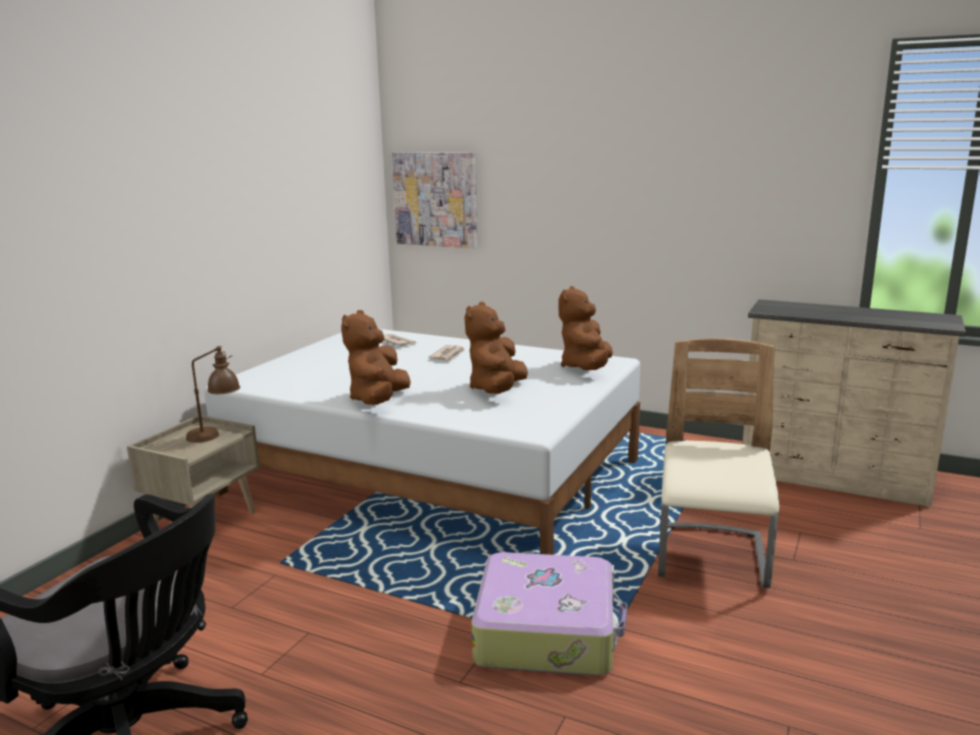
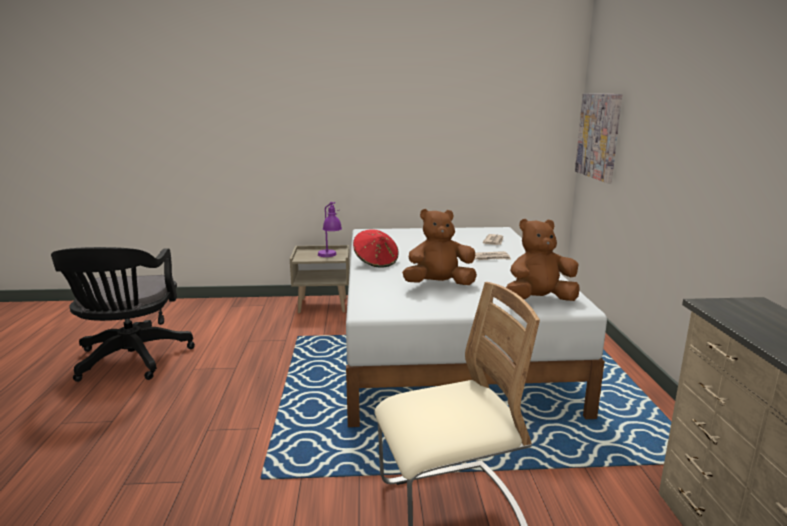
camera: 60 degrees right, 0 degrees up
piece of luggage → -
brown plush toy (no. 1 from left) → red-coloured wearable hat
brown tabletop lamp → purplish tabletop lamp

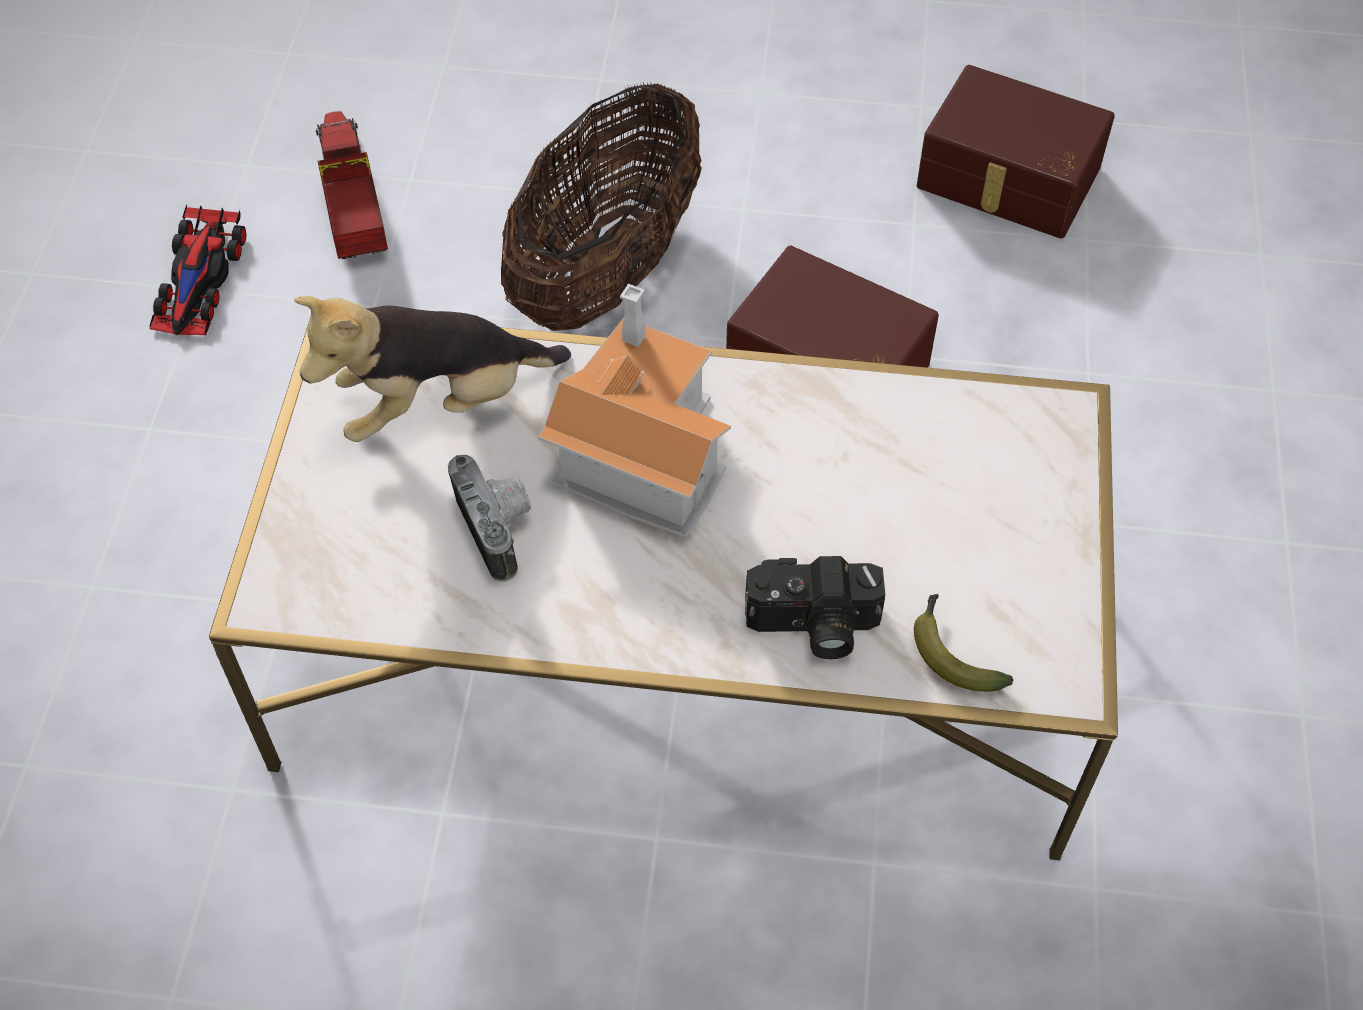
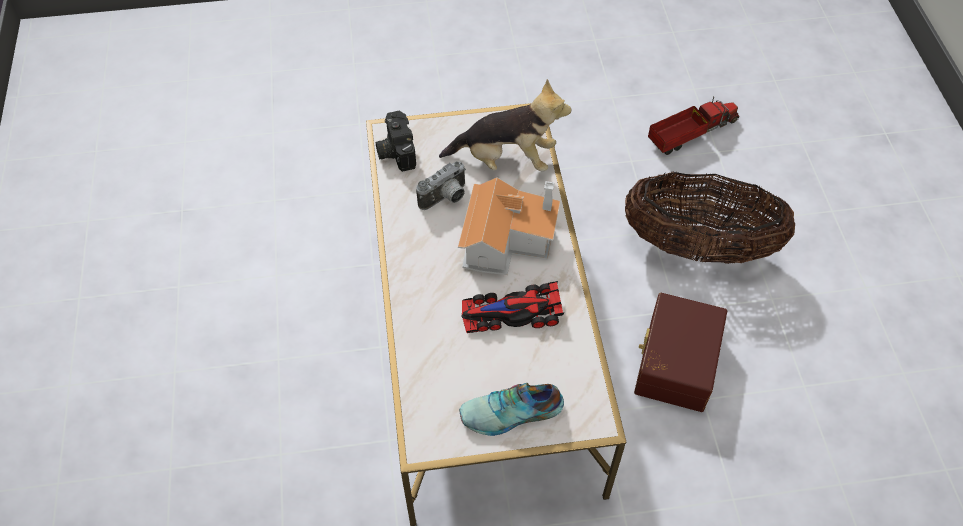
camera: 75 degrees right, 0 degrees up
banana → -
brown storage bin (no. 2 from left) → -
- → low shoe
model car, relocated
still camera (no. 2 from left in the first image) → still camera (no. 1 from left), relocated
plush toy, 135 degrees clockwise

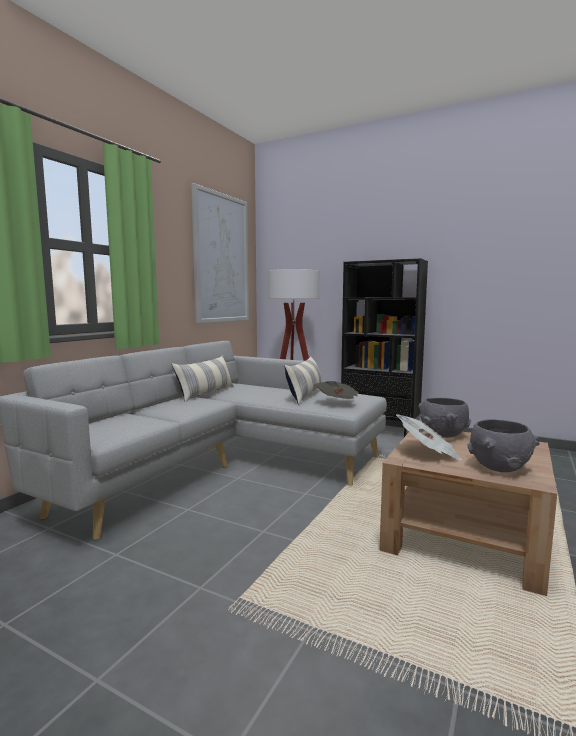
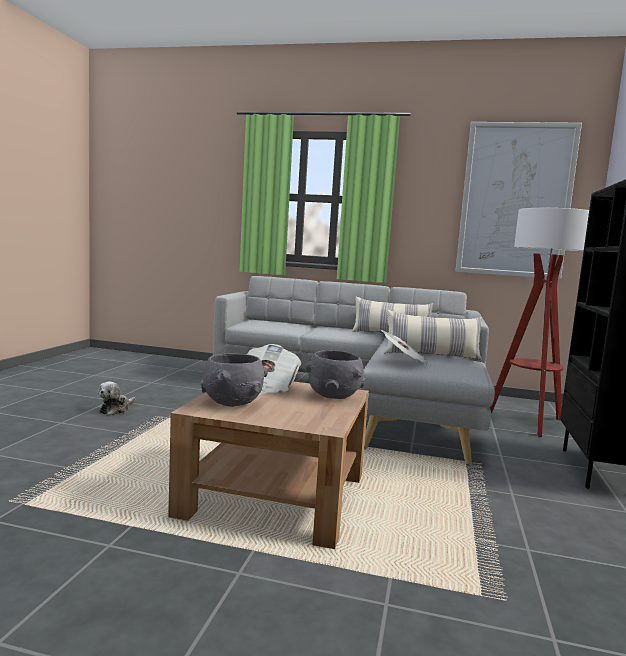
camera: 75 degrees right, 0 degrees up
- → plush toy

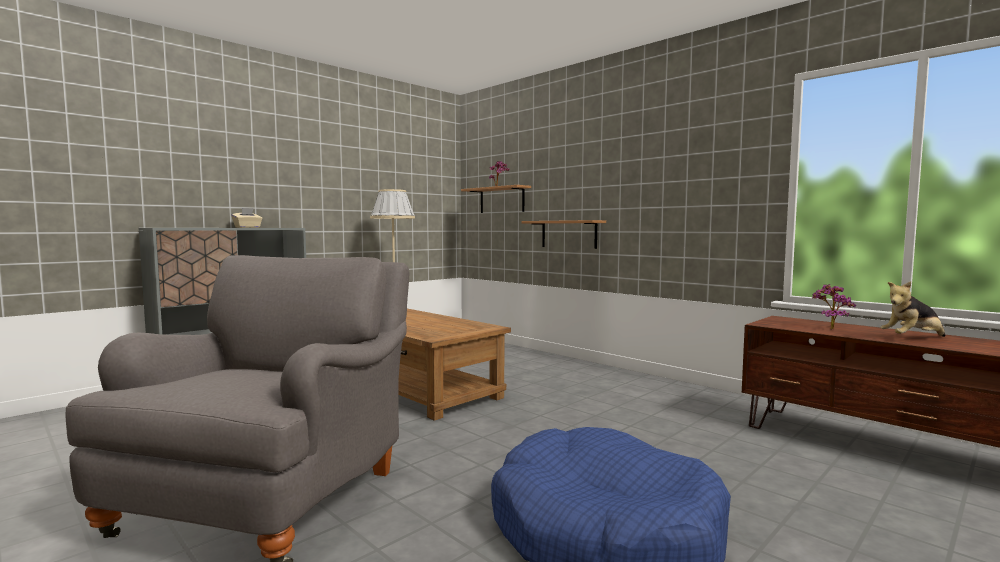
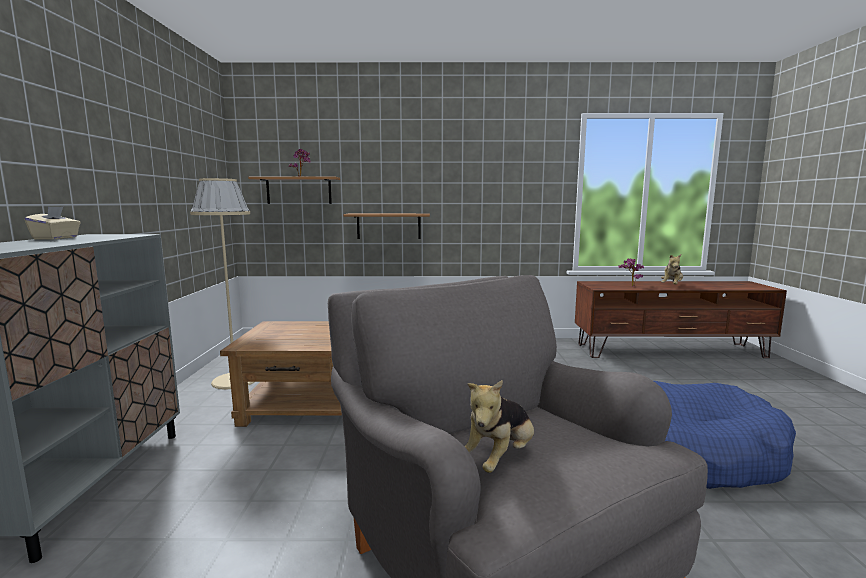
camera: 45 degrees left, 5 degrees up
- → plush toy (no. 1 from left)

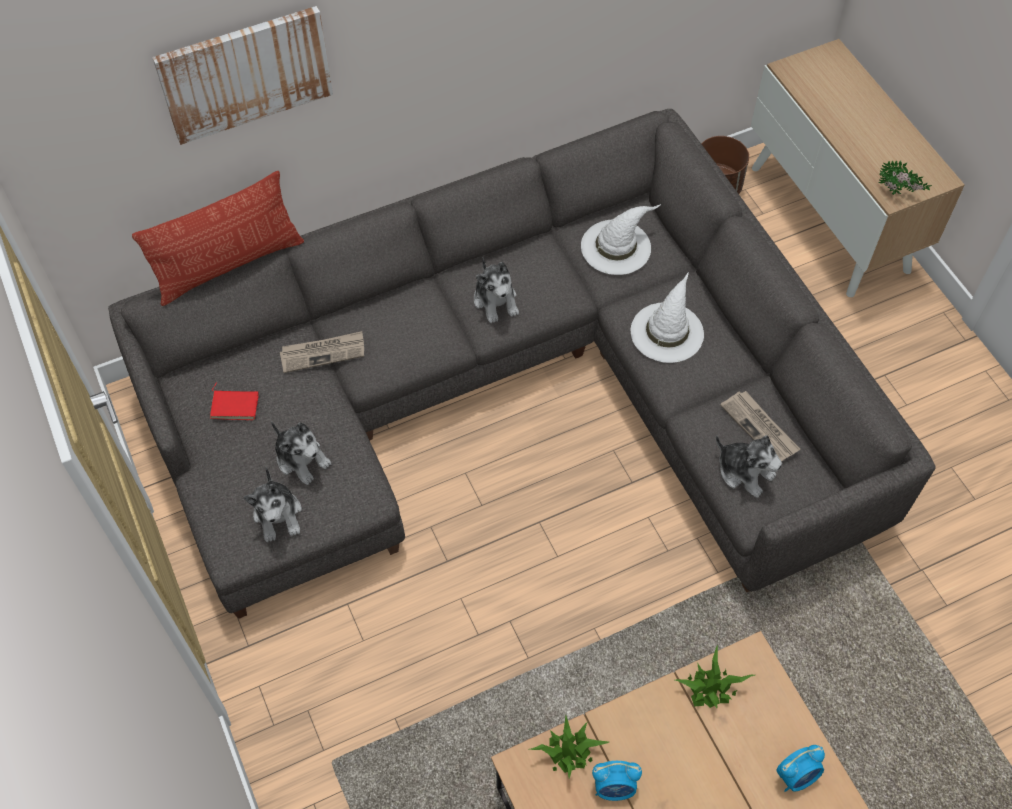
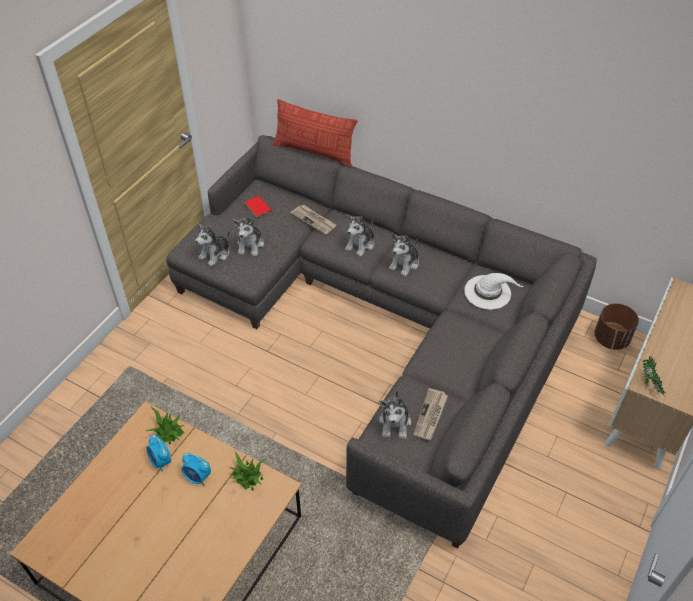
camera: 55 degrees right, 10 degrees down
wall picture → -
white-coloured wearable hat (no. 2 from left) → -
- → plush toy (no. 3 from left)
bedside clock (no. 2 from left), relocated

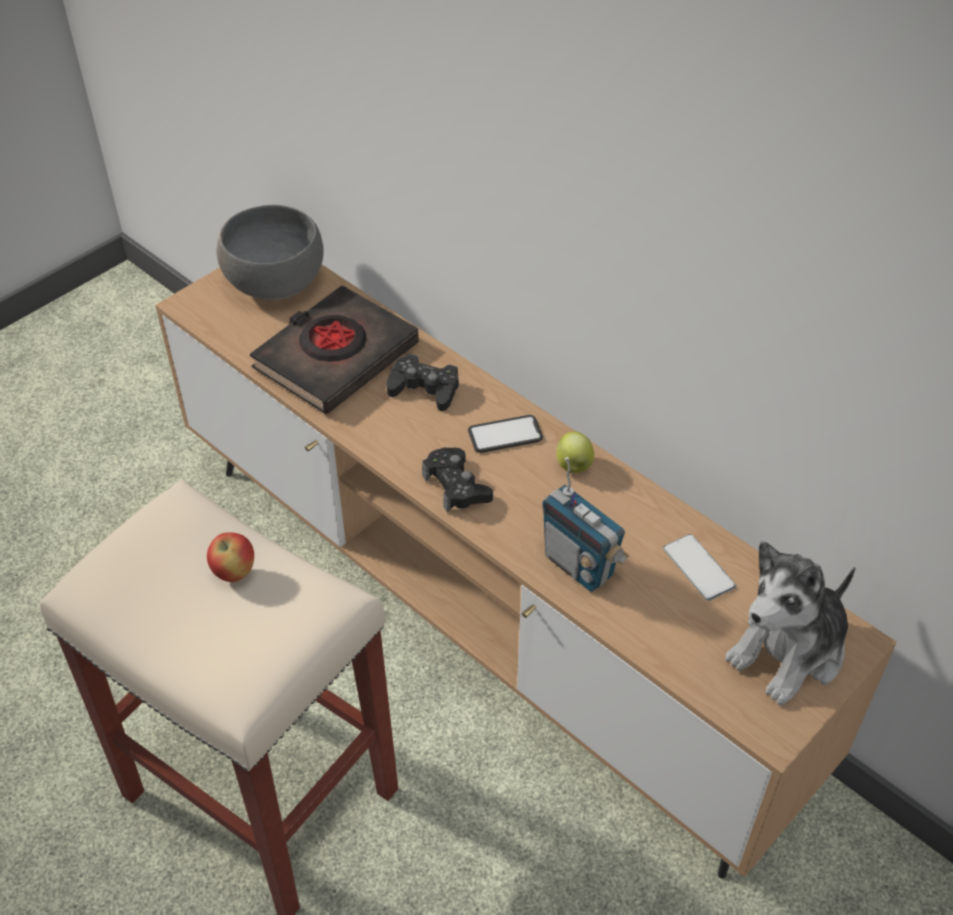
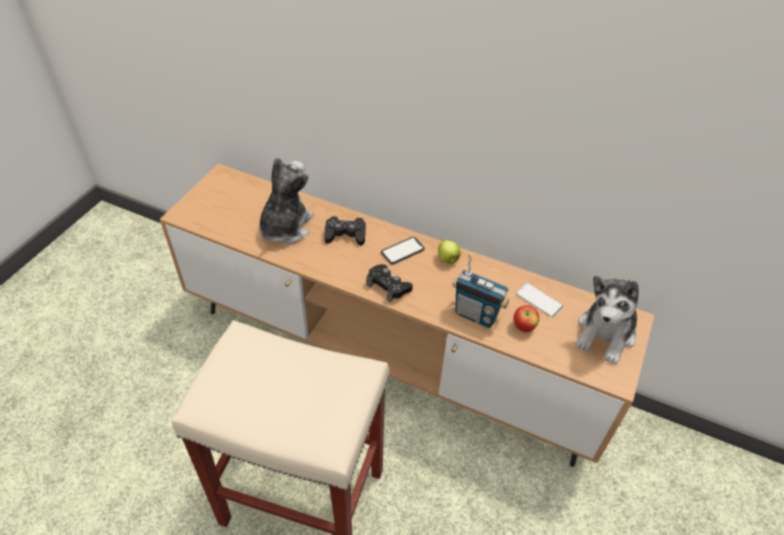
camera: 20 degrees left, 0 degrees up
gray bowl → -
whole apple (no. 1 from left in the first image) → whole apple (no. 2 from left), relocated
black-coloured book → plush toy (no. 1 from left)

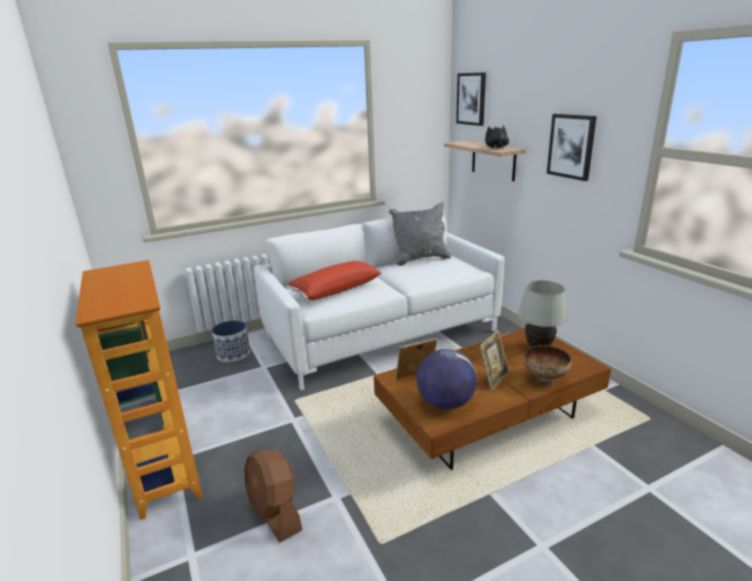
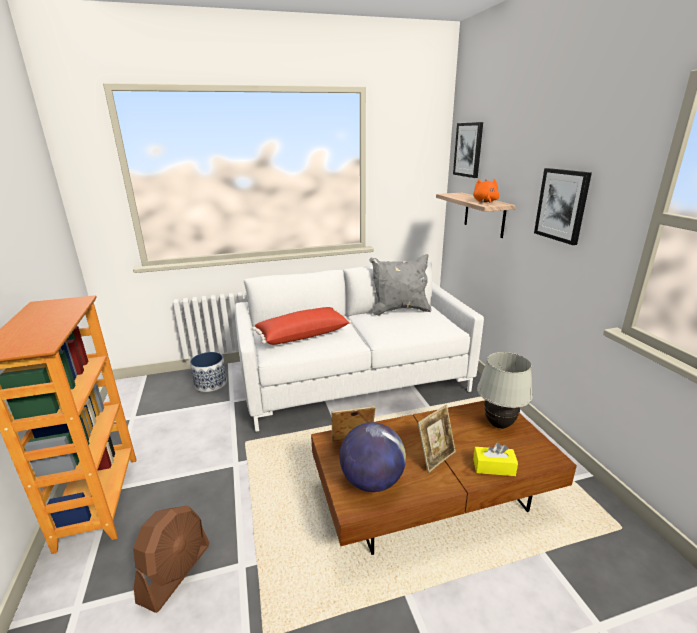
camera: 10 degrees right, 0 degrees up
bowl → yellow tissue box
black-coloured plush toy → orange-coloured plush toy
brown cooling fan, 135 degrees counterclockwise

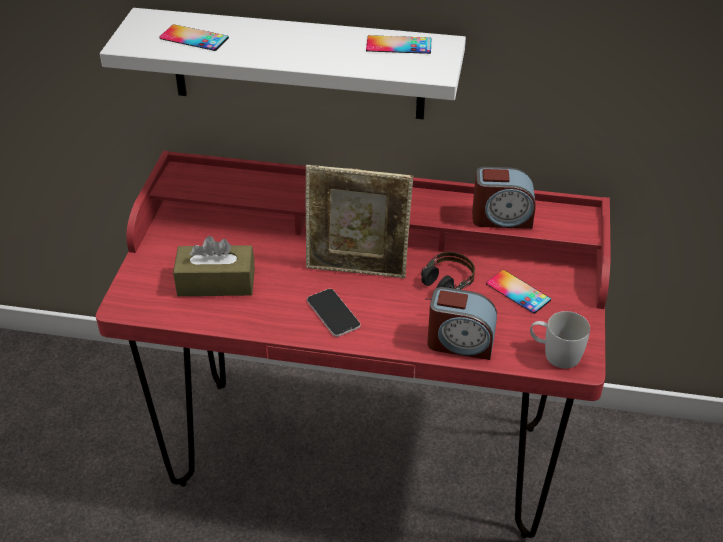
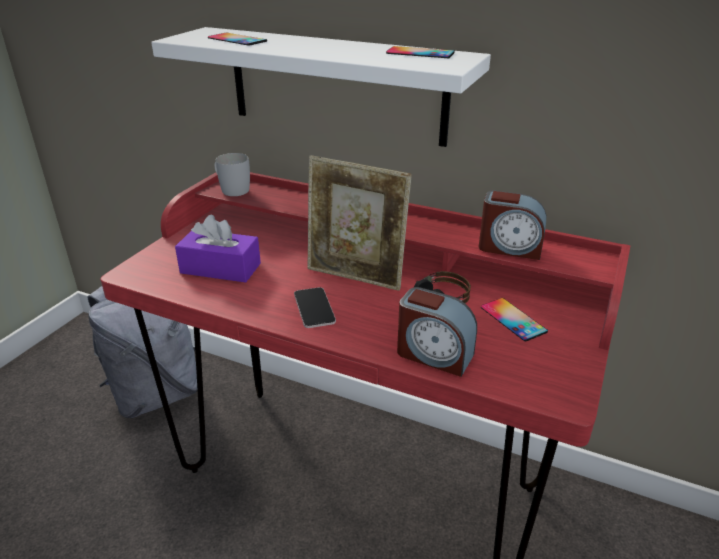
camera: 15 degrees right, 10 degrees down
- → gray rucksack
white-coloured coffee mug, relocated
brown tissue box → purplish tissue box

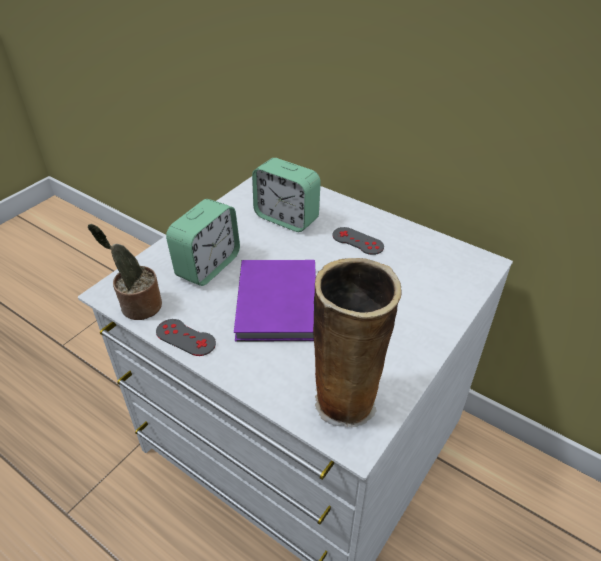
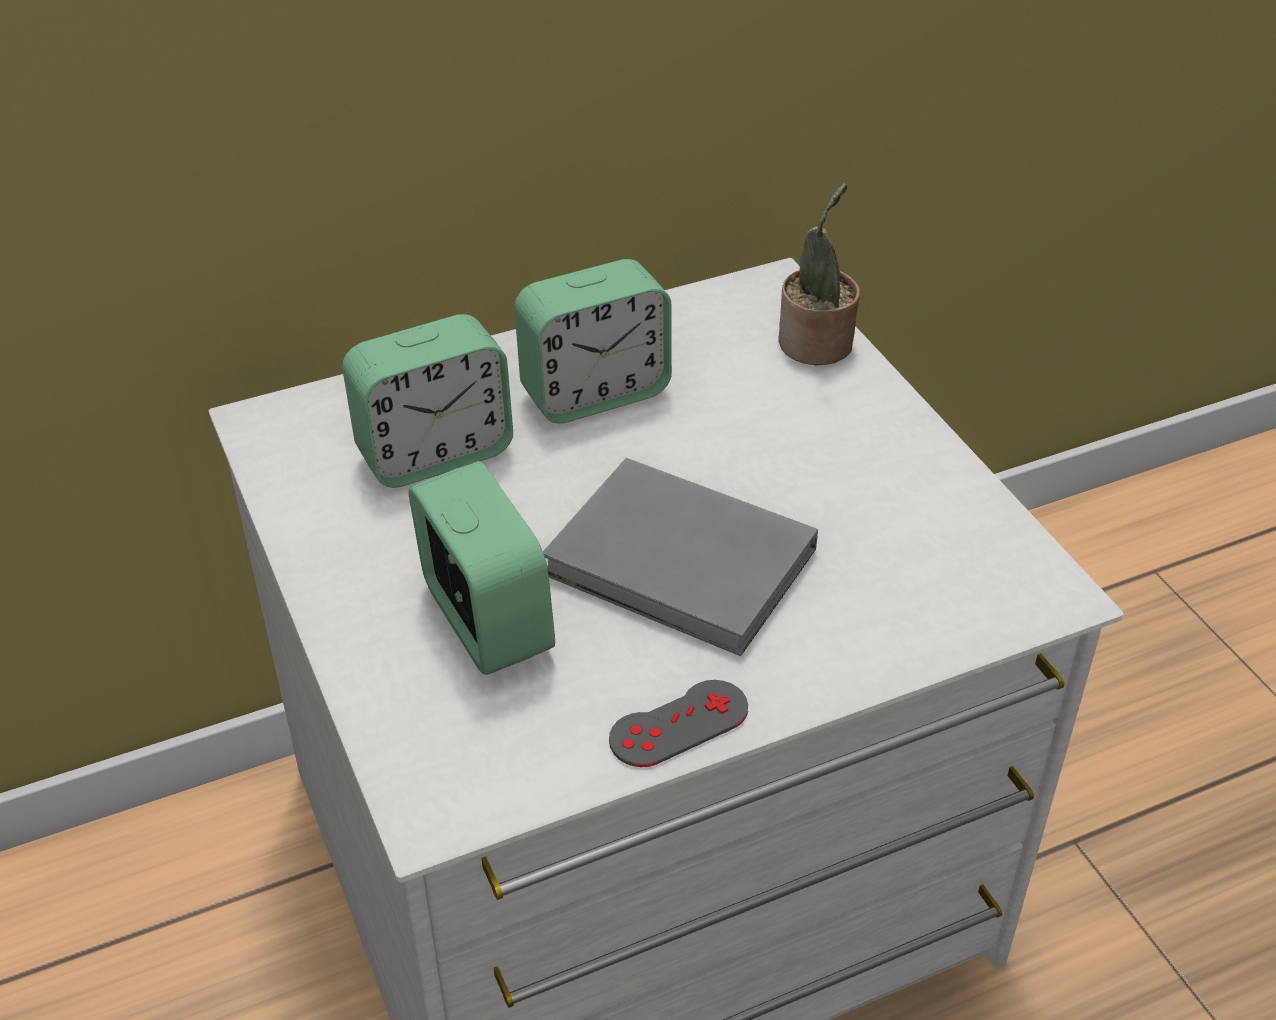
camera: 60 degrees left, 0 degrees up
decorative vase → -
potted plant, relocated
gray joypad (no. 2 from left) → bedside clock (no. 3 from left)
purplish book → gray book

